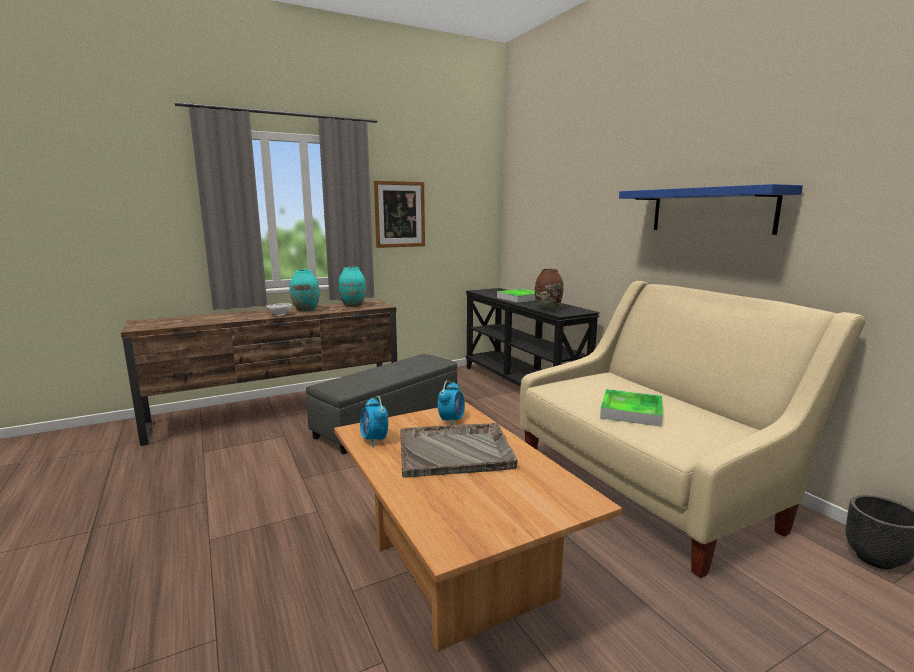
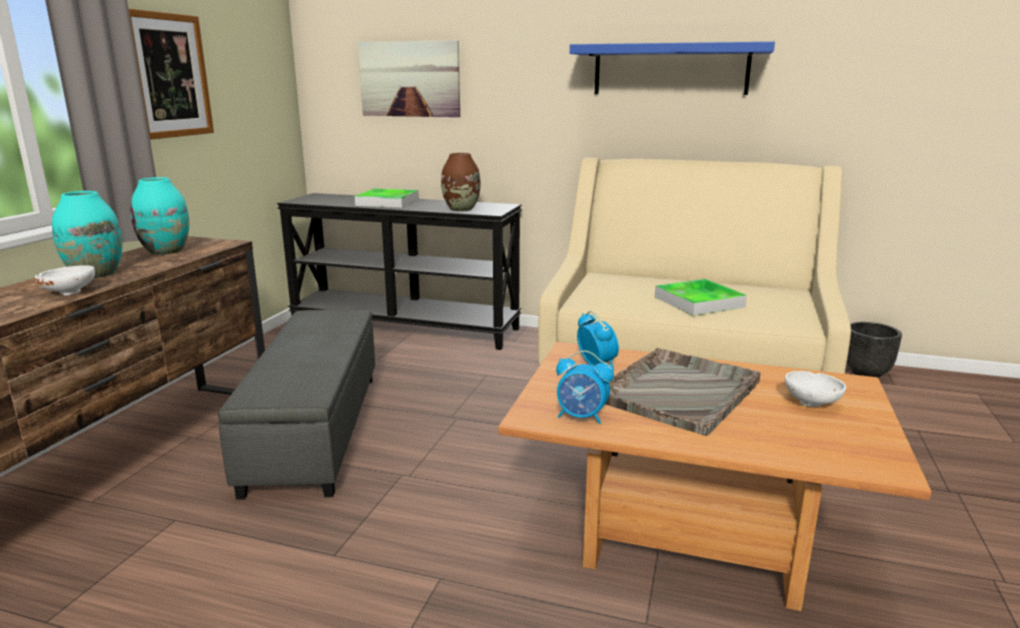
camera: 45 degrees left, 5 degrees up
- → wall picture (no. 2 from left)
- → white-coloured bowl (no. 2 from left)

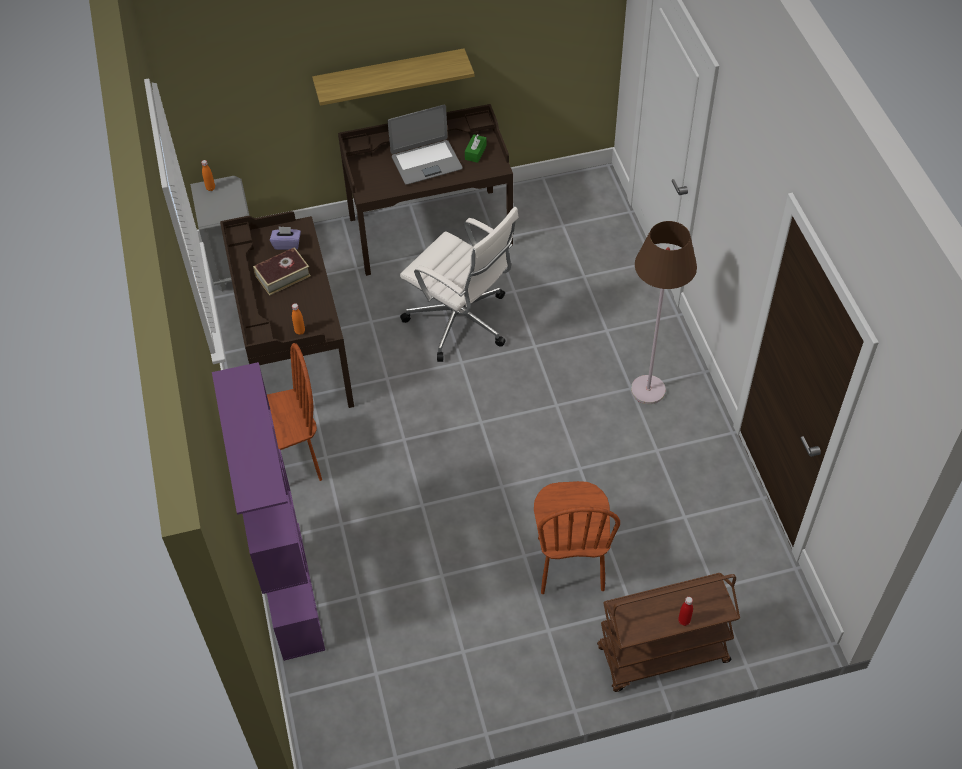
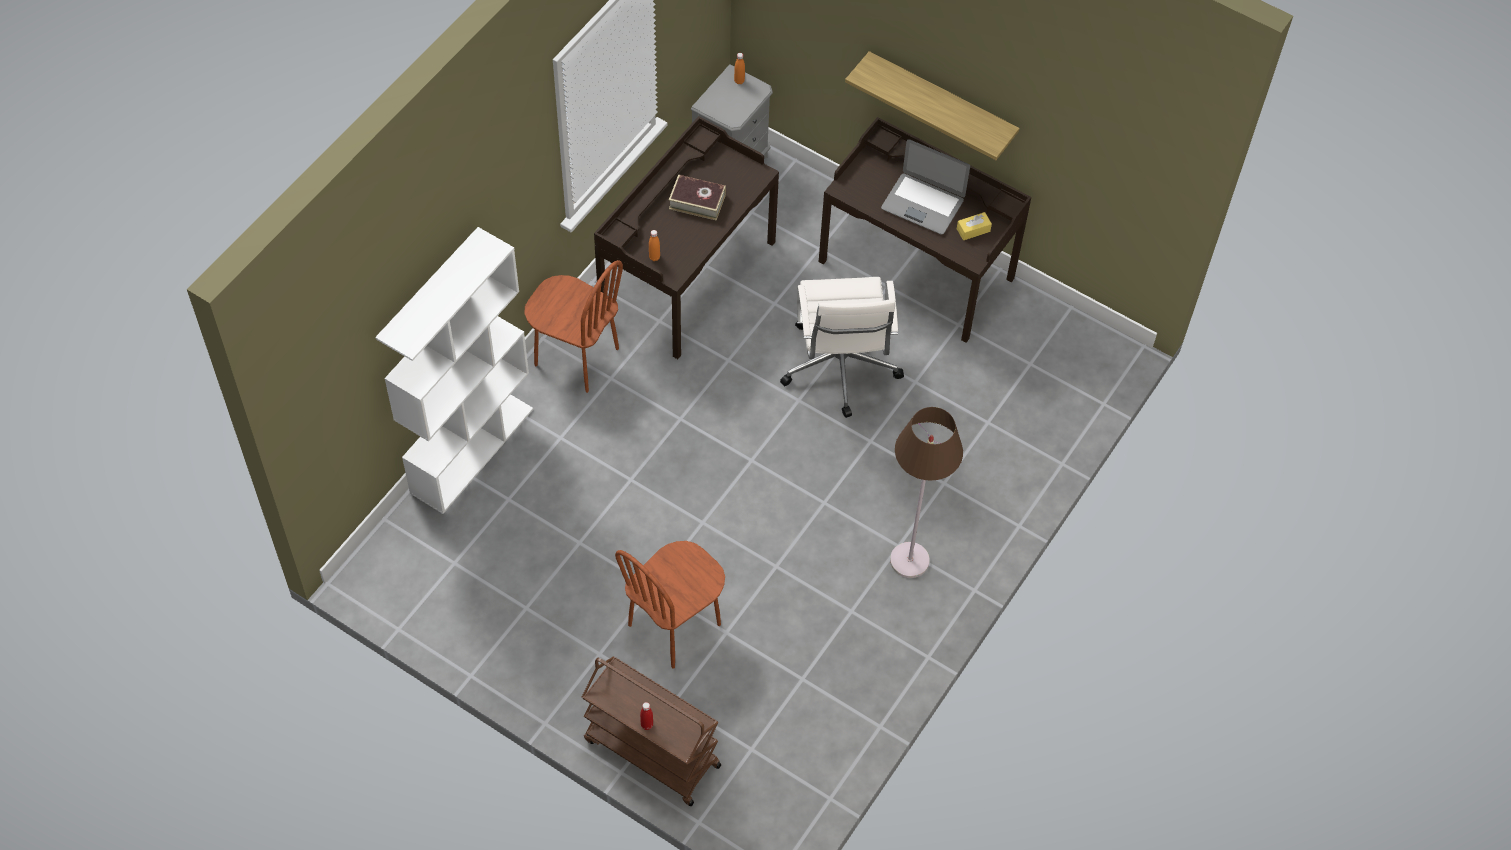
camera: 45 degrees right, 5 degrees up
purplish tissue box → -
purplish bookshelf → white-coloured bookshelf
green tissue box → yellow tissue box

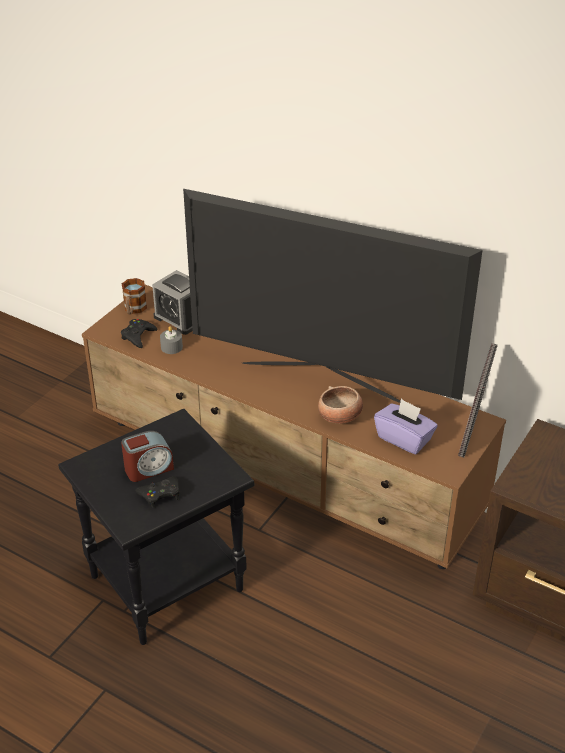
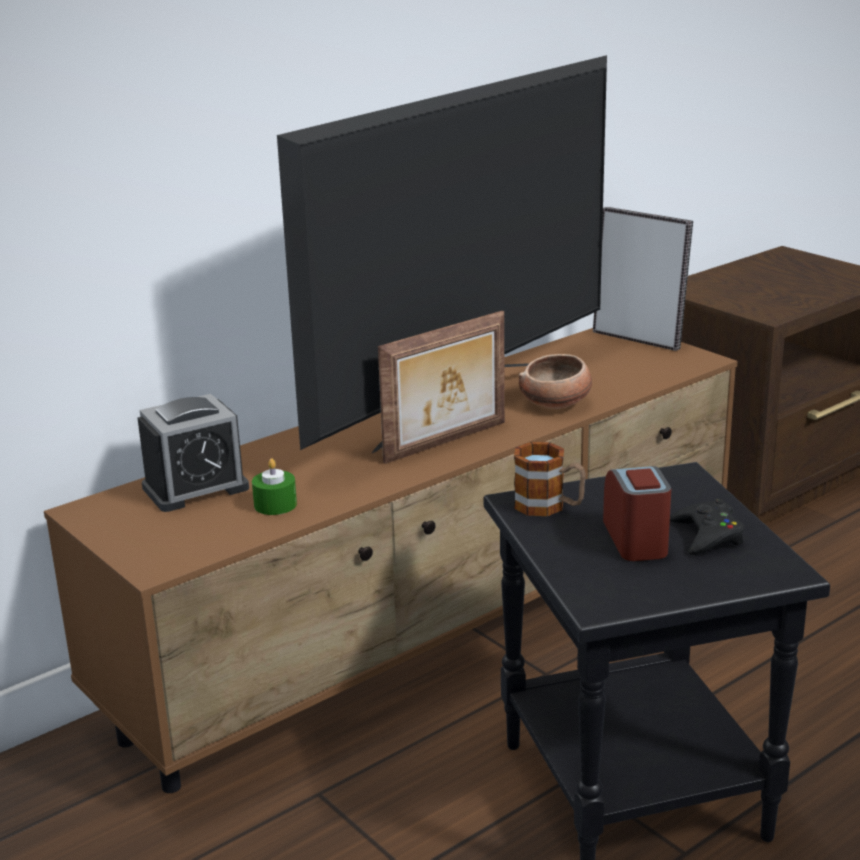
camera: 70 degrees left, 15 degrees down
black-coloured joypad (no. 1 from left) → -
purplish tissue box → -
- → standing frame (no. 1 from left)
coffee mug, relocated
gray wax light → green wax light

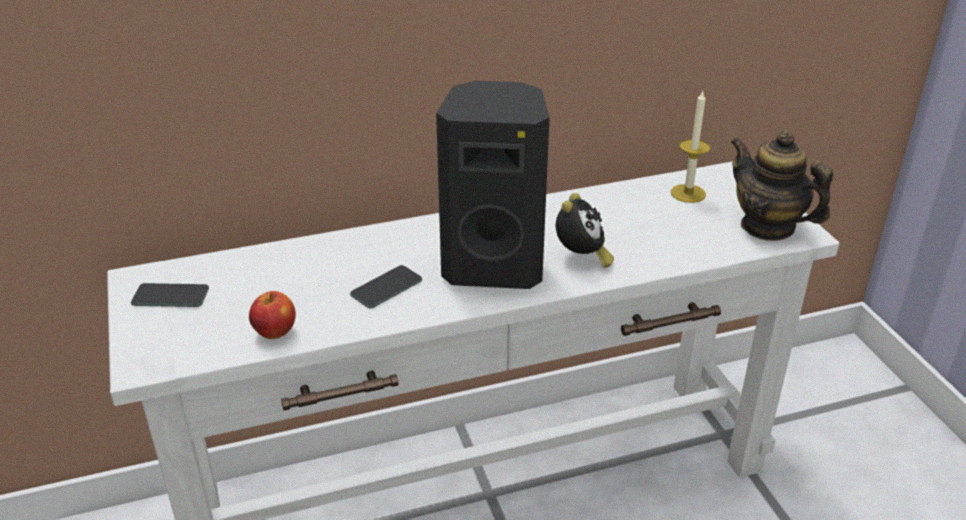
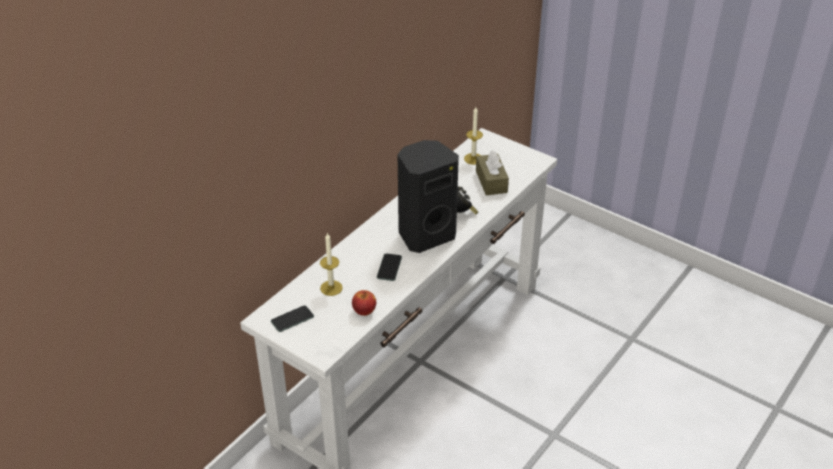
camera: 35 degrees left, 5 degrees up
teapot → -
- → wax light (no. 1 from left)
- → brown tissue box

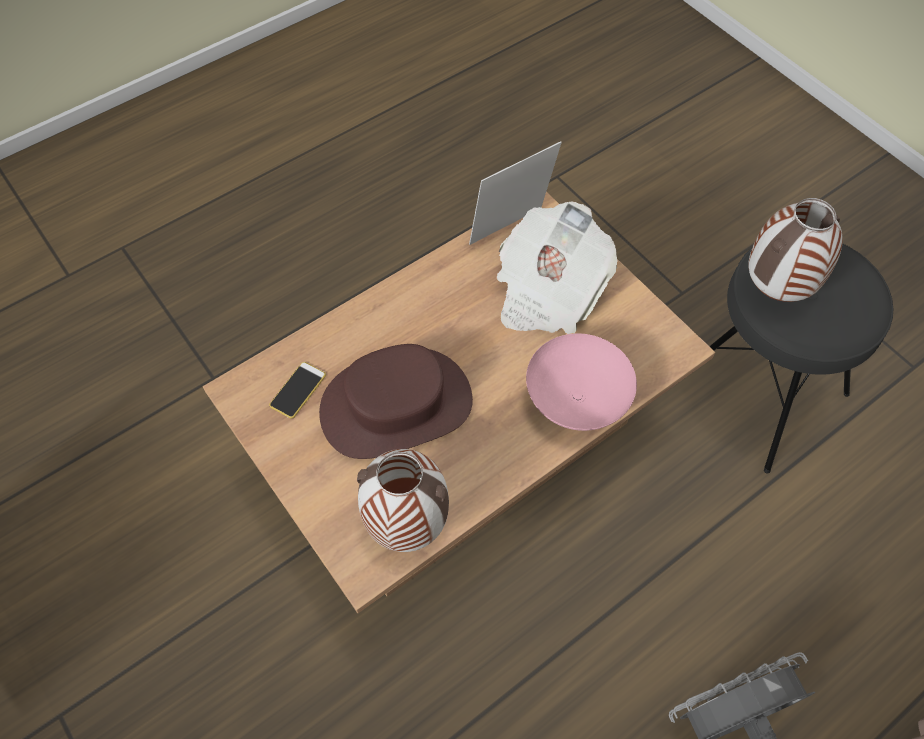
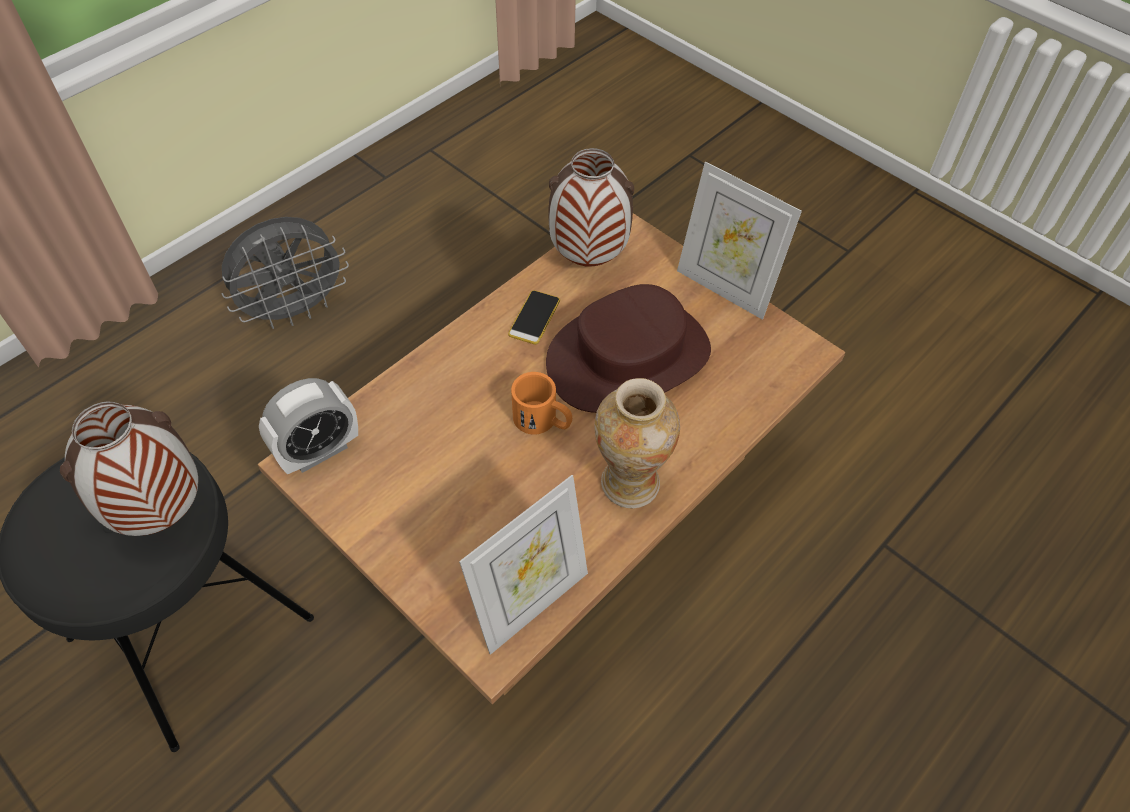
camera: 170 degrees right, 5 degrees down
printed paper → -
pink-coloured bowl → -
- → bedside clock
- → orange-coloured coffee mug
- → decorative vase (no. 3 from left)
- → standing frame (no. 2 from left)
handset, relocated

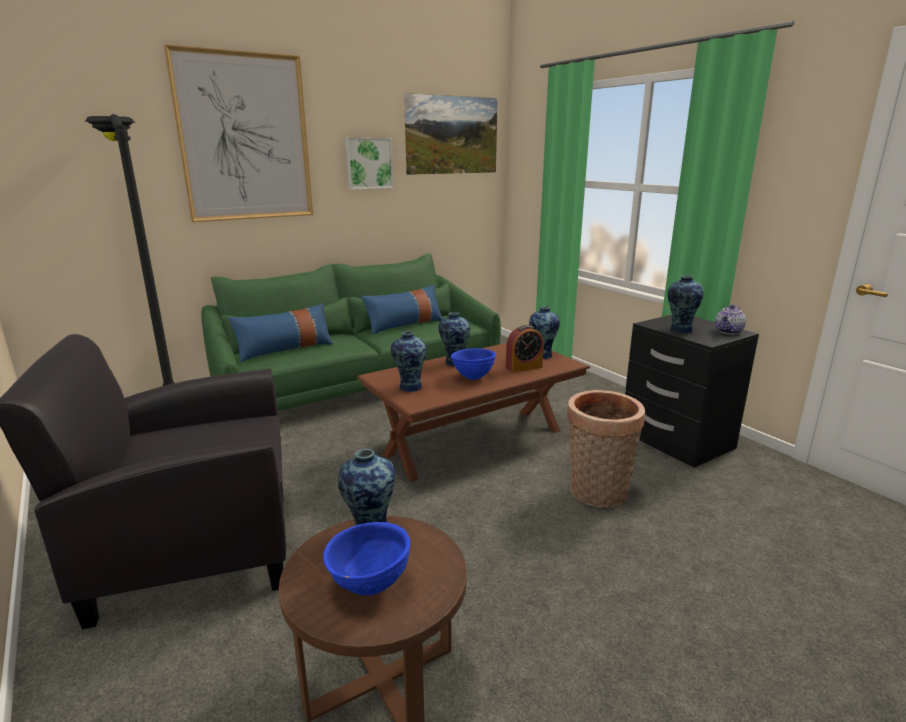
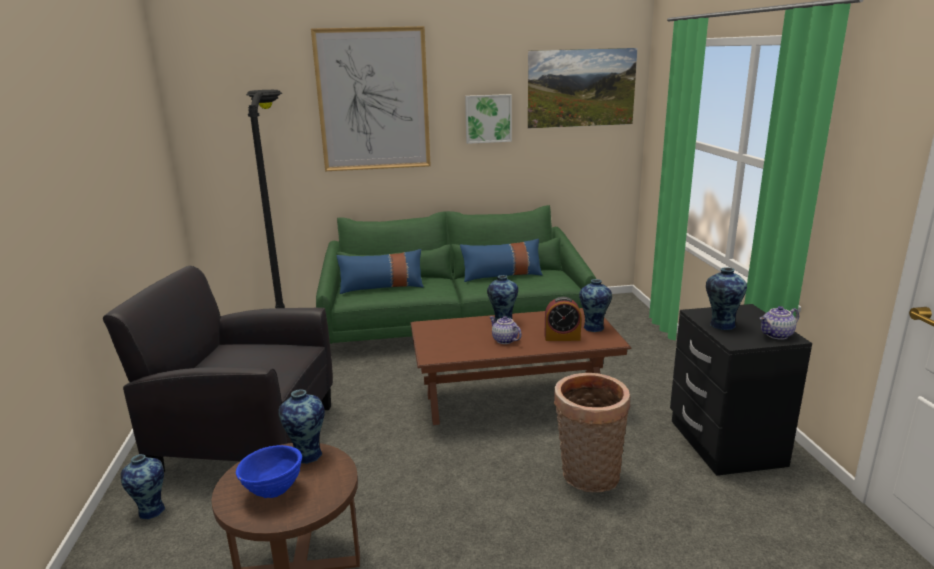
camera: 25 degrees right, 0 degrees up
decorative vase (no. 2 from left in the first image) → decorative vase (no. 1 from left), relocated
blue bowl (no. 2 from left) → teapot (no. 1 from left)

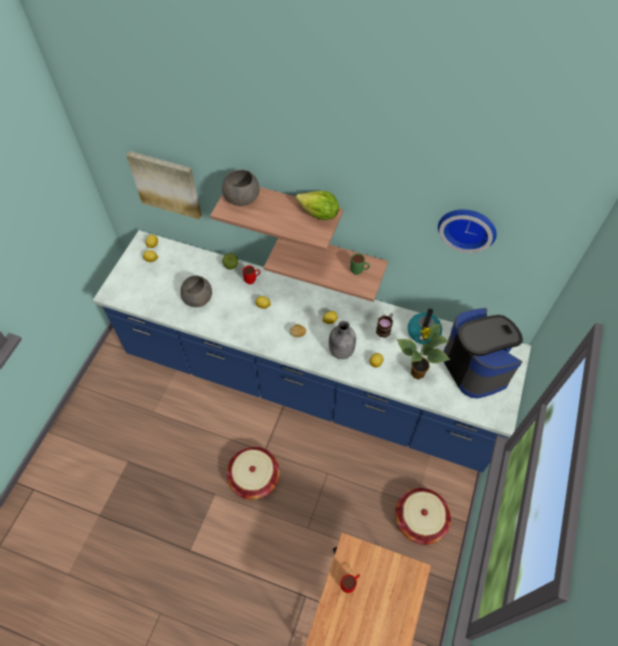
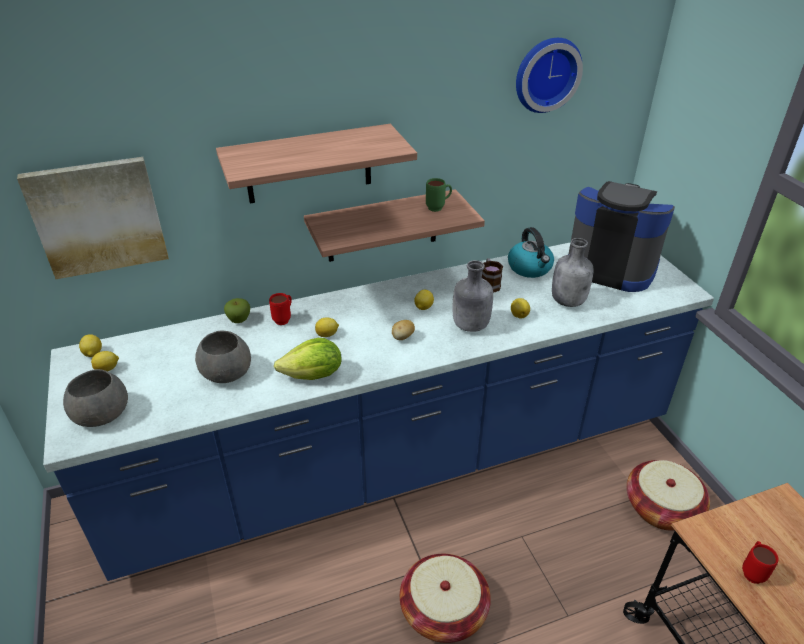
camera: 40 degrees left, 20 degrees down
gray bowl (no. 2 from left in the first image) → gray bowl (no. 1 from left), relocated
lettuce, relocated
potted plant → gray beverage bottle (no. 2 from left)

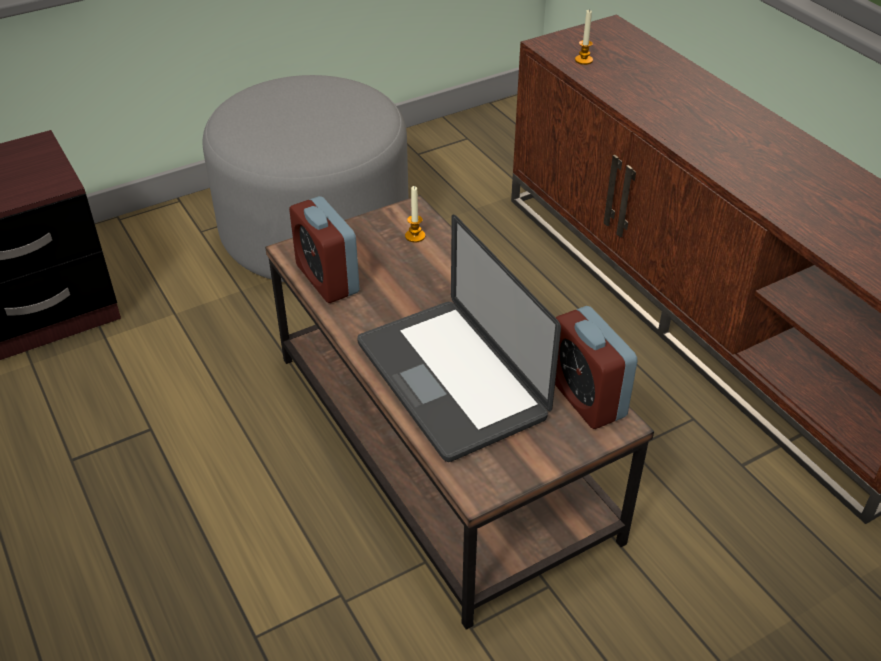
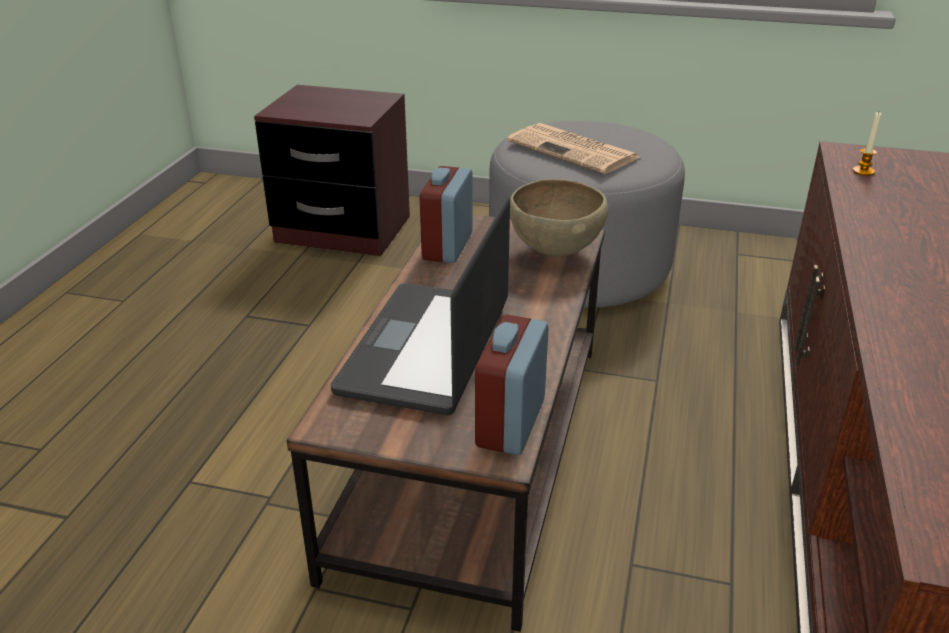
camera: 45 degrees right, 10 degrees down
- → printed paper
wax light (no. 1 from left) → brown bowl

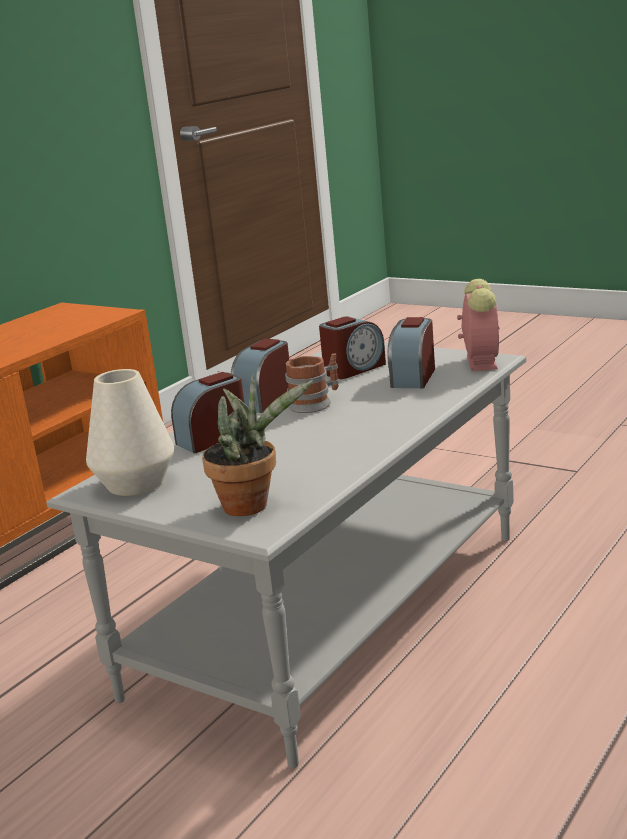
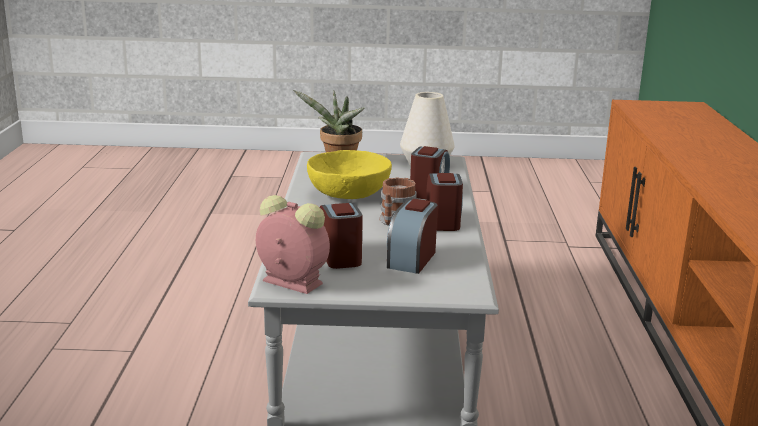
camera: 145 degrees right, 0 degrees up
- → yellow bowl
bedside clock (no. 5 from left in the first image) → bedside clock (no. 1 from left), 150 degrees clockwise

